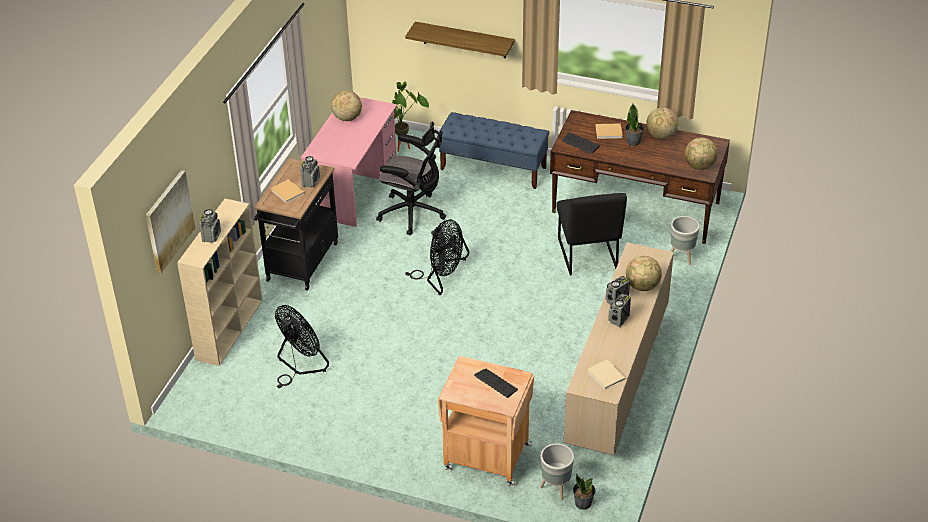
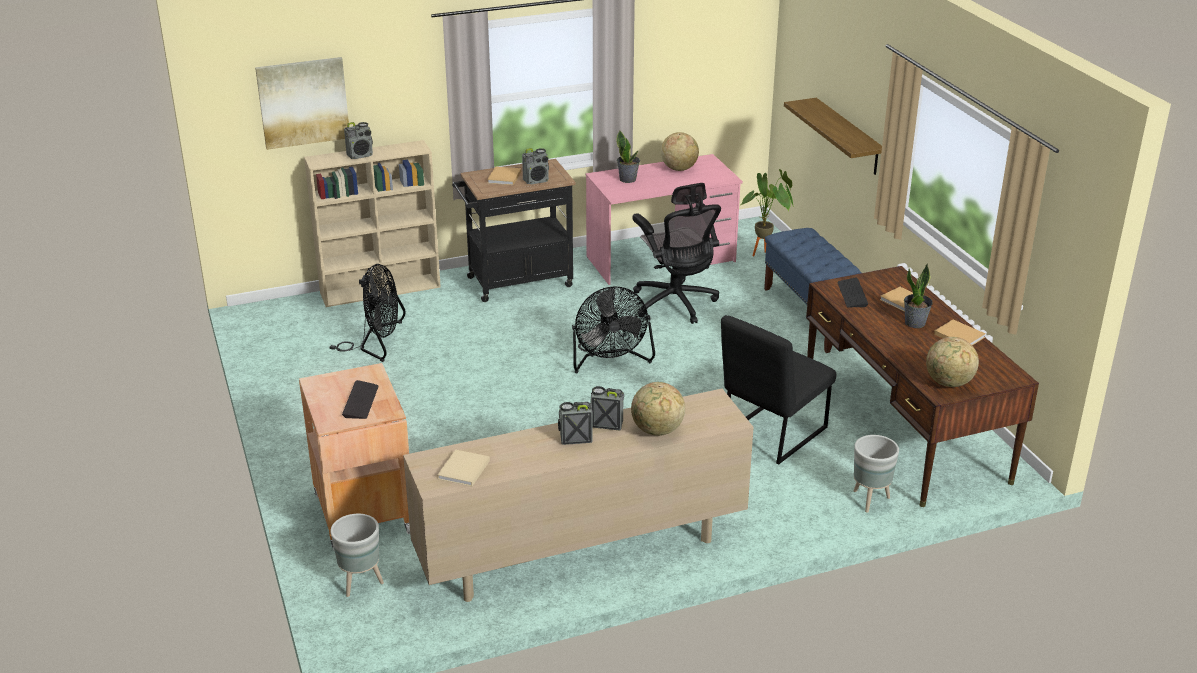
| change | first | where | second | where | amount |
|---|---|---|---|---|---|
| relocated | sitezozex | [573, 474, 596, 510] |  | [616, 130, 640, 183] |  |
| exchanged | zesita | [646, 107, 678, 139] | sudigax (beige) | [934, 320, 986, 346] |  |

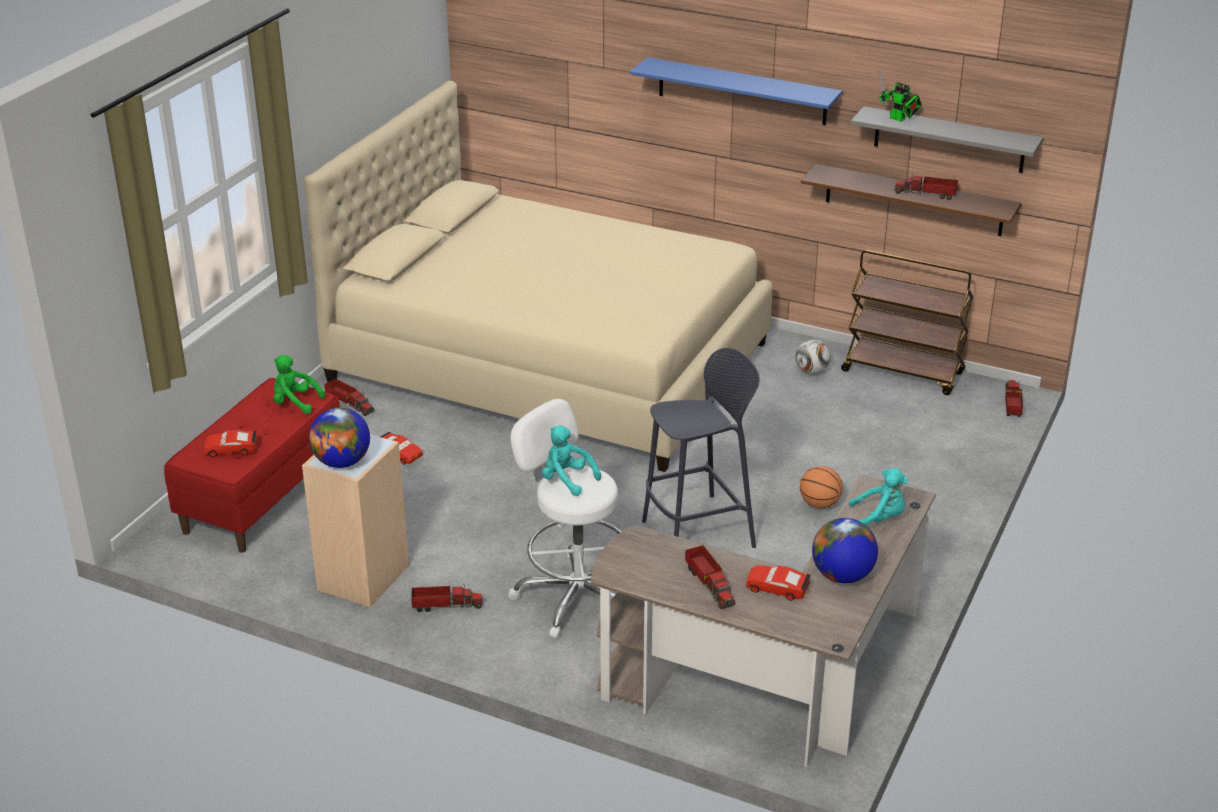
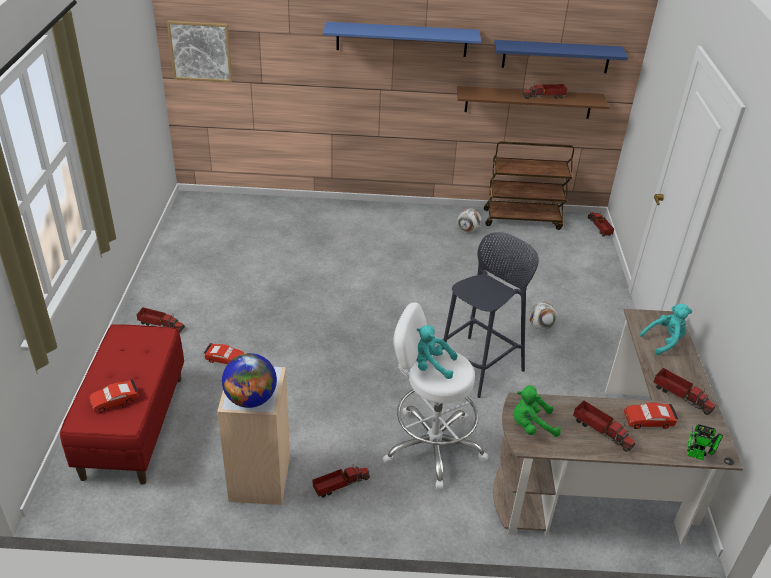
| change | first | where | second | where | amount |
|---|---|---|---|---|---|
| appeared |  |  | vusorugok | [167, 20, 232, 82] |  |
| colour | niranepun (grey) | [851, 106, 1043, 173] | niranepun (blue) | [494, 40, 628, 73] |  |
| relocated | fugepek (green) | [273, 355, 325, 414] |  | [513, 385, 561, 437] |  |
| exchanged | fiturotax | [800, 466, 843, 508] | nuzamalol | [529, 302, 557, 330] |  |
| exchanged | zesita | [812, 518, 878, 583] | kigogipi | [653, 368, 715, 415] |  |
| relocated | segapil | [879, 72, 922, 122] |  | [687, 424, 723, 460] |  |
| missing | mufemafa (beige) | [304, 81, 772, 472] |  |  |  |

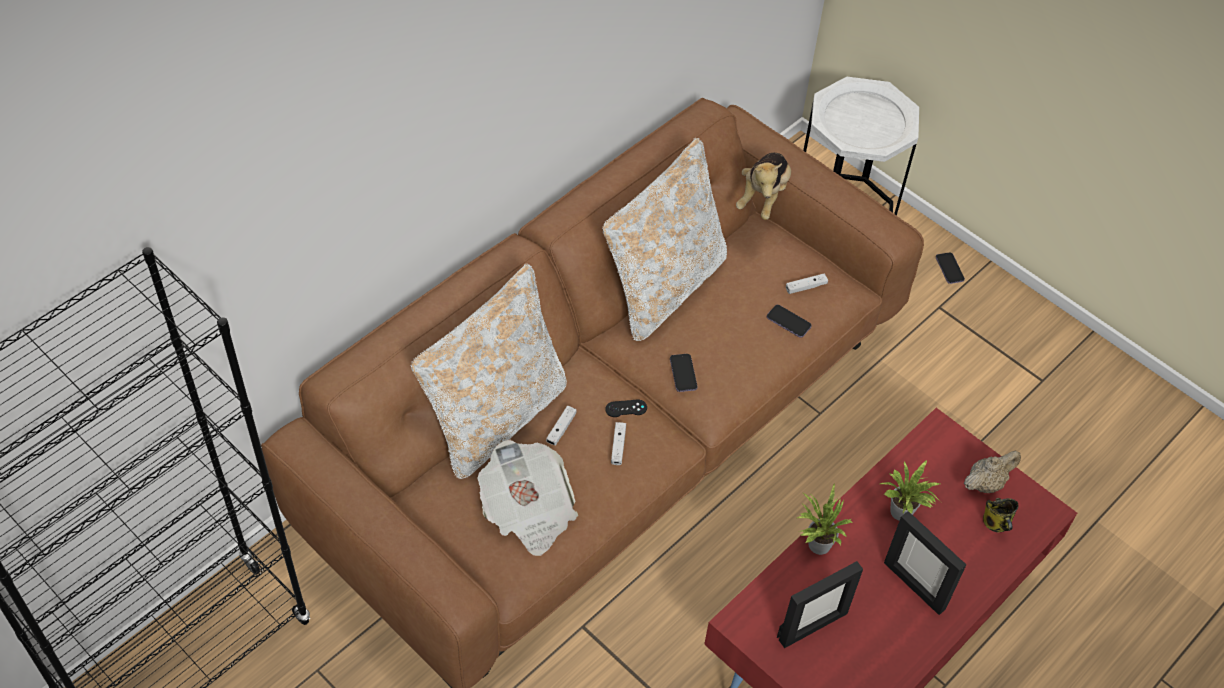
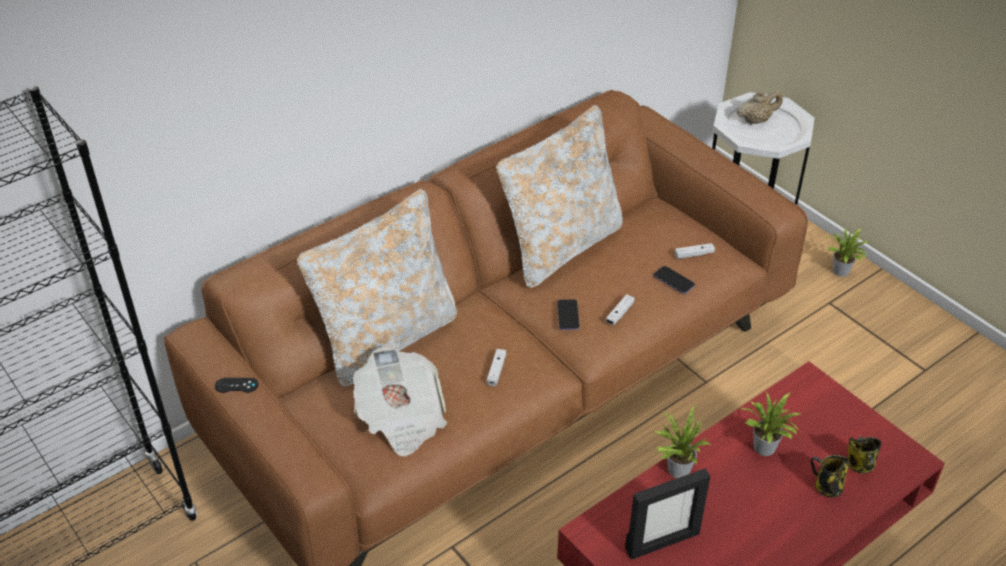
| change | first | where | second | where | amount |
|---|---|---|---|---|---|
| relocated | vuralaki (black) | [605, 400, 647, 417] |  | [215, 378, 259, 393] |  |
| relocated | vuralaki (white) | [546, 406, 577, 445] |  | [606, 294, 635, 325] |  |
| relocated | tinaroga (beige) | [964, 451, 1021, 493] |  | [736, 90, 782, 125] |  |
| appeared |  |  | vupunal | [810, 455, 849, 498] |  |
| exchanged | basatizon | [936, 252, 965, 284] | sitezozex | [825, 227, 870, 277] |  |
| missing | fugepek | [736, 153, 791, 220] |  |  |  |
| missing | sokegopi | [884, 511, 966, 615] |  |  |  |

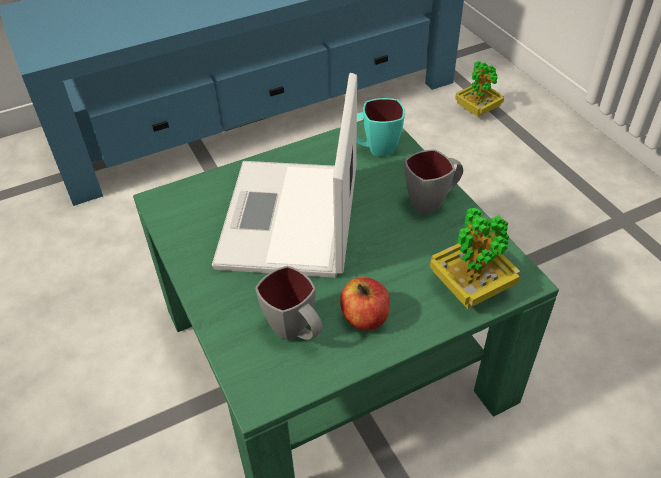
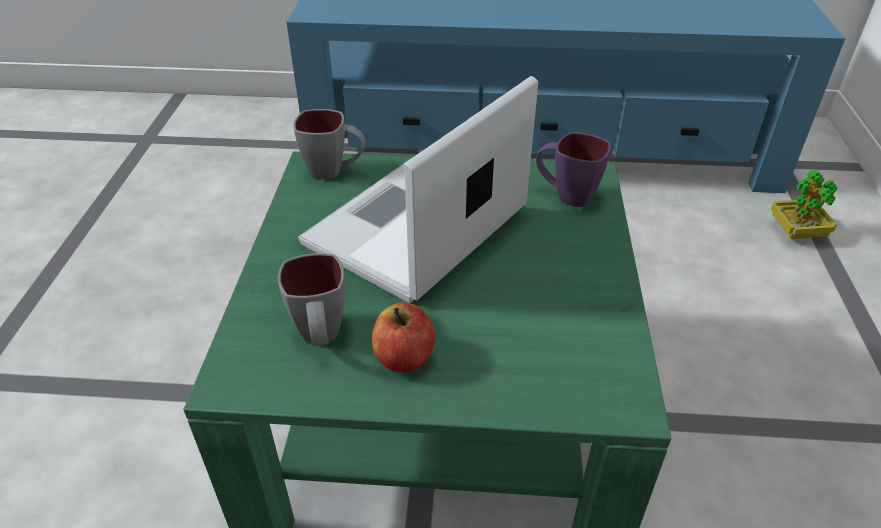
| change | first | where | second | where | amount |
|---|---|---|---|---|---|
| relocated | vupunal (grey) | [405, 149, 463, 214] |  | [293, 109, 365, 179] |  |
| colour | vupunal (turquoise) | [357, 98, 405, 156] | vupunal (purple) | [536, 132, 611, 207] |  |
| missing | sitezozex | [430, 208, 520, 309] |  |  |  |

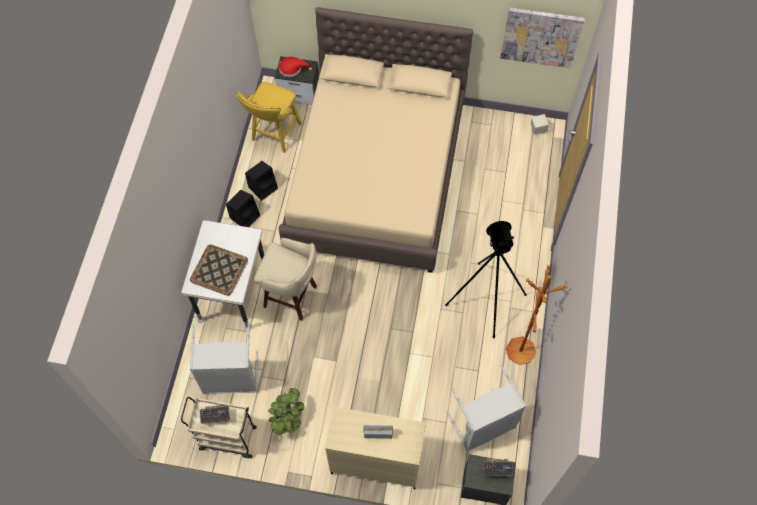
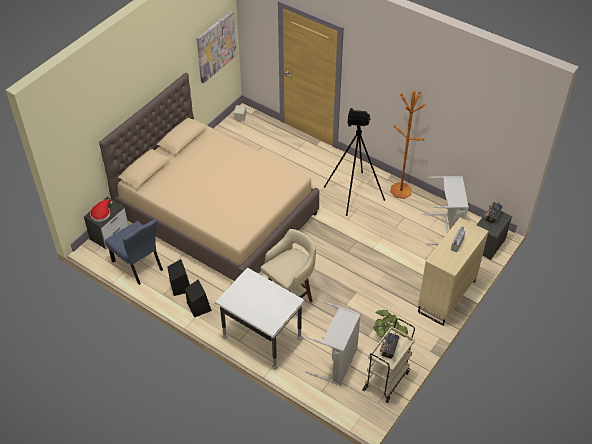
| change | first | where | second | where | amount |
|---|---|---|---|---|---|
| exchanged | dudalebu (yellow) | [236, 82, 302, 153] | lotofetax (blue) | [105, 218, 163, 285] |  |
| missing | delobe | [190, 244, 248, 296] |  |  |  |

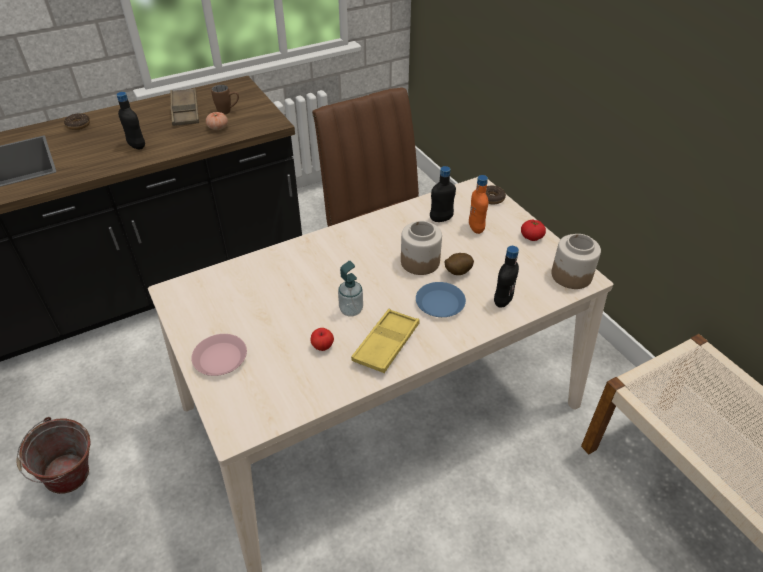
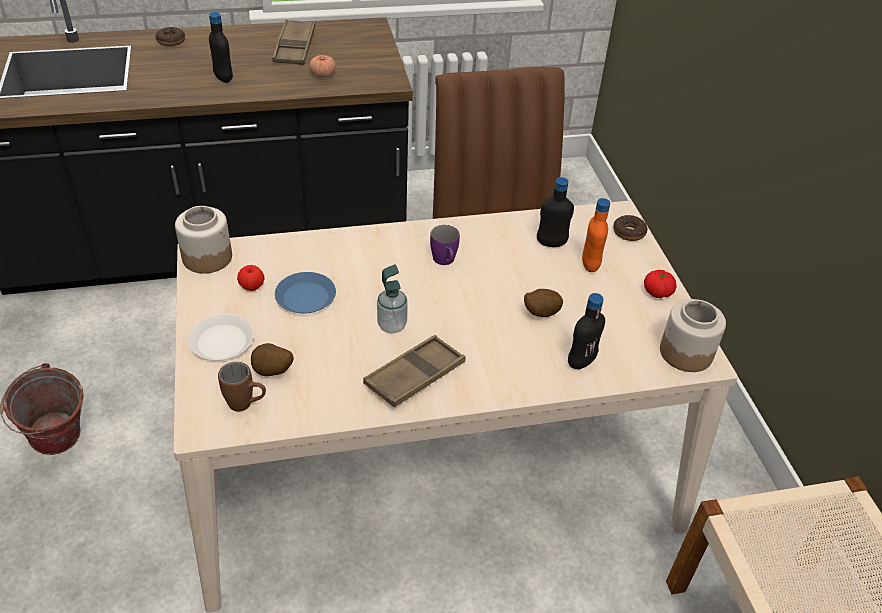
| change | first | where | second | where | amount |
|---|---|---|---|---|---|
| relocated | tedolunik | [401, 221, 442, 275] |  | [175, 206, 232, 274] |  |
| colour | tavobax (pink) | [191, 334, 247, 376] | tavobax (white) | [188, 314, 254, 360] |  |
| relocated | vupunal (brown) | [211, 85, 239, 114] |  | [218, 362, 266, 412] |  |
| relocated | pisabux | [311, 328, 334, 351] |  | [237, 265, 264, 291] |  |
| appeared |  |  | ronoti | [251, 343, 294, 376] |  |
| relocated | tavobax (blue) | [416, 282, 466, 317] |  | [275, 272, 336, 314] |  |
| colour | delobe (yellow) | [351, 309, 419, 373] | delobe (brown) | [363, 335, 465, 407] |  |
| appeared |  |  | vupunal (purple) | [430, 225, 460, 265] |  |

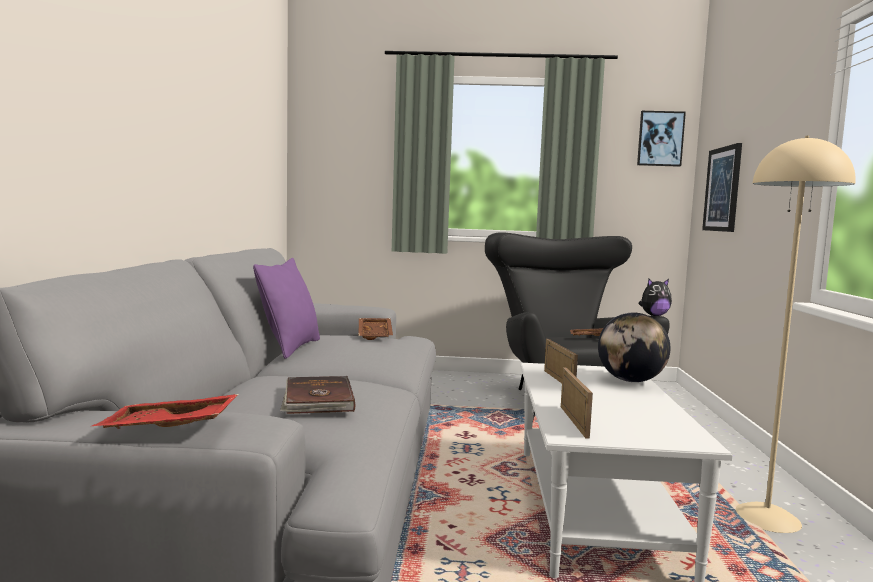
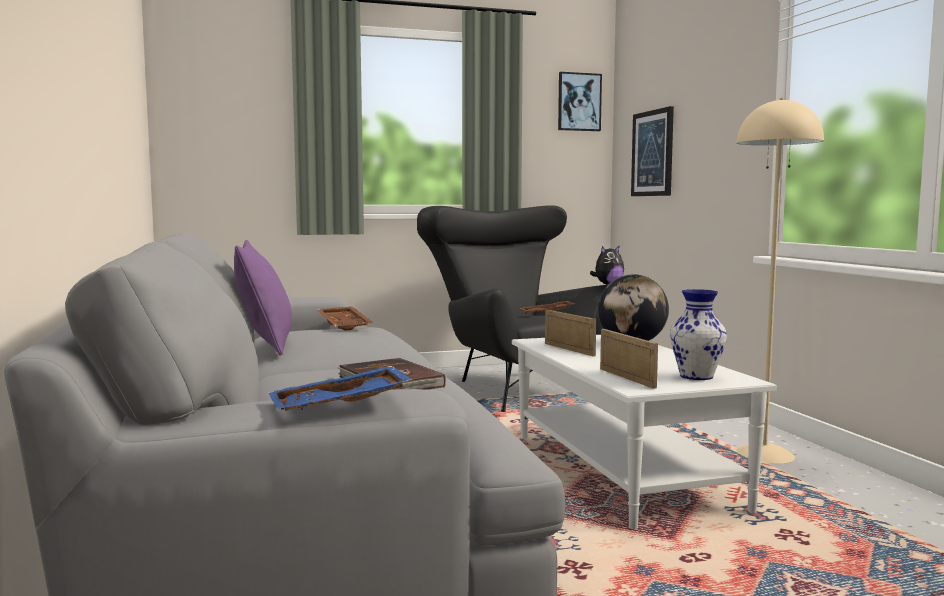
| change | first | where | second | where | amount |
|---|---|---|---|---|---|
| colour | delobe (red) | [92, 394, 239, 429] | delobe (blue) | [268, 366, 413, 411] |  |
| appeared |  |  | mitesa | [670, 289, 727, 380] |  |

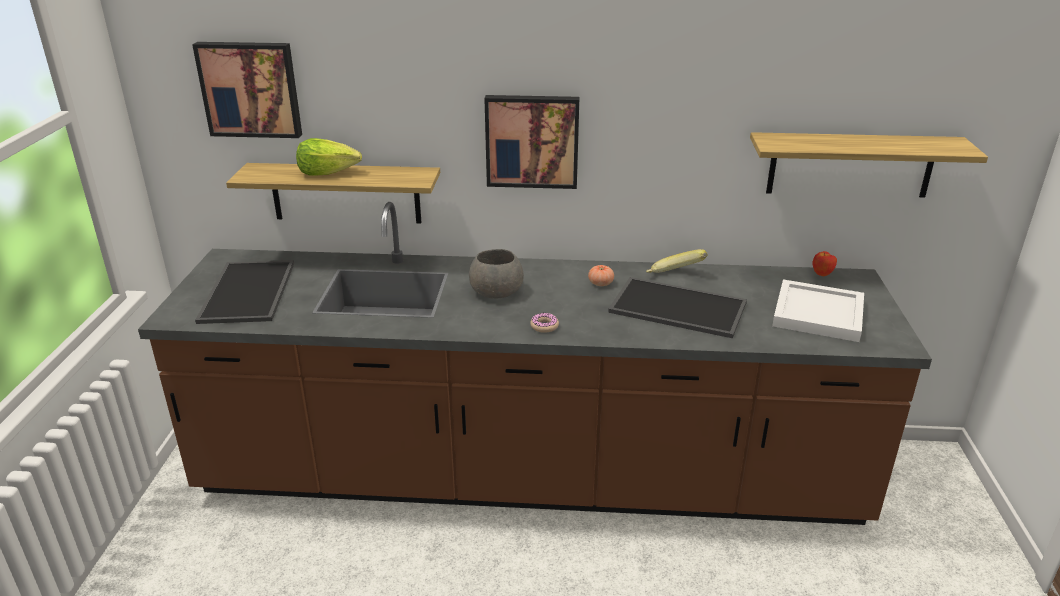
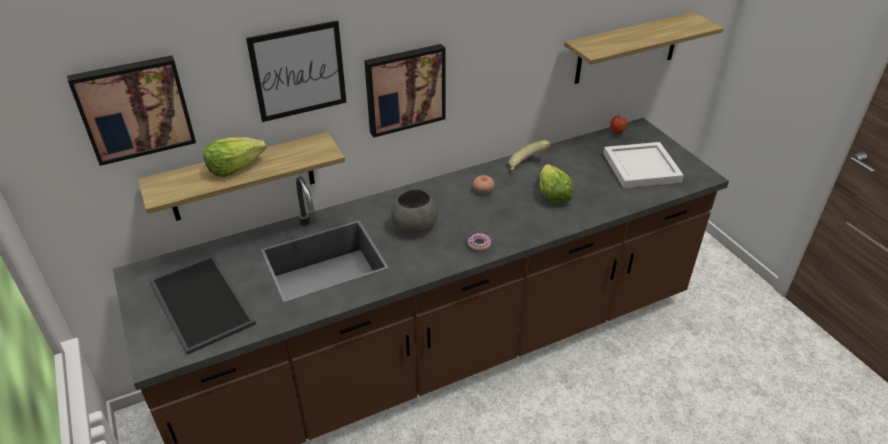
| change | first | where | second | where | amount |
|---|---|---|---|---|---|
| appeared |  |  | vusorugok | [246, 20, 346, 122] |  |
| exchanged | delobe | [608, 277, 747, 338] | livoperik | [540, 164, 573, 204] |  |

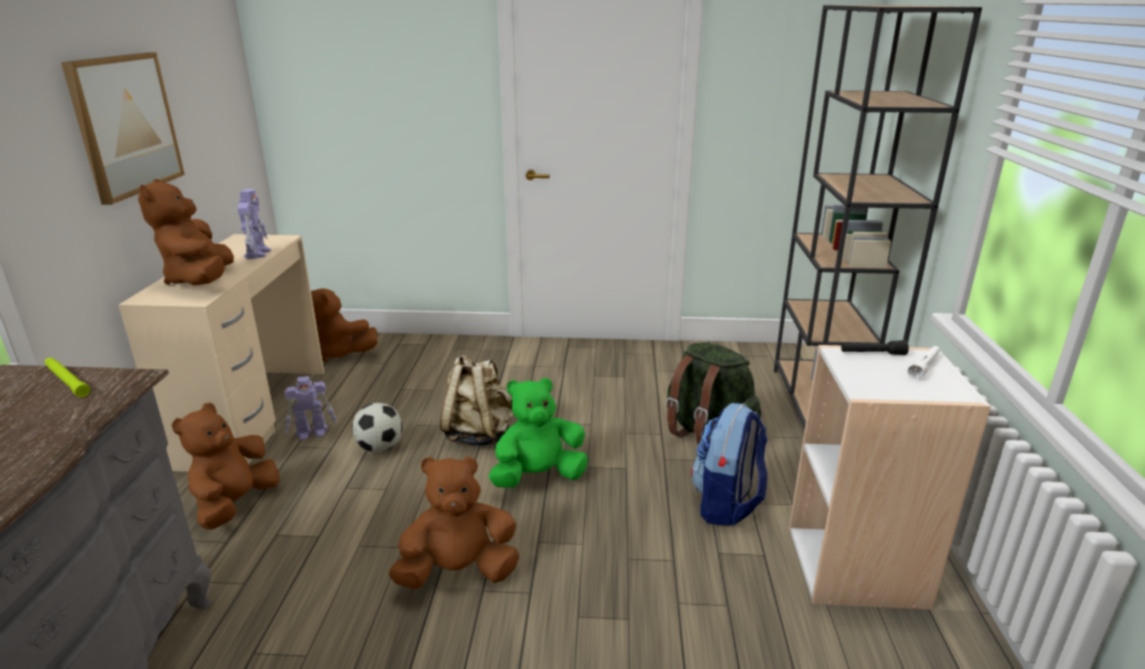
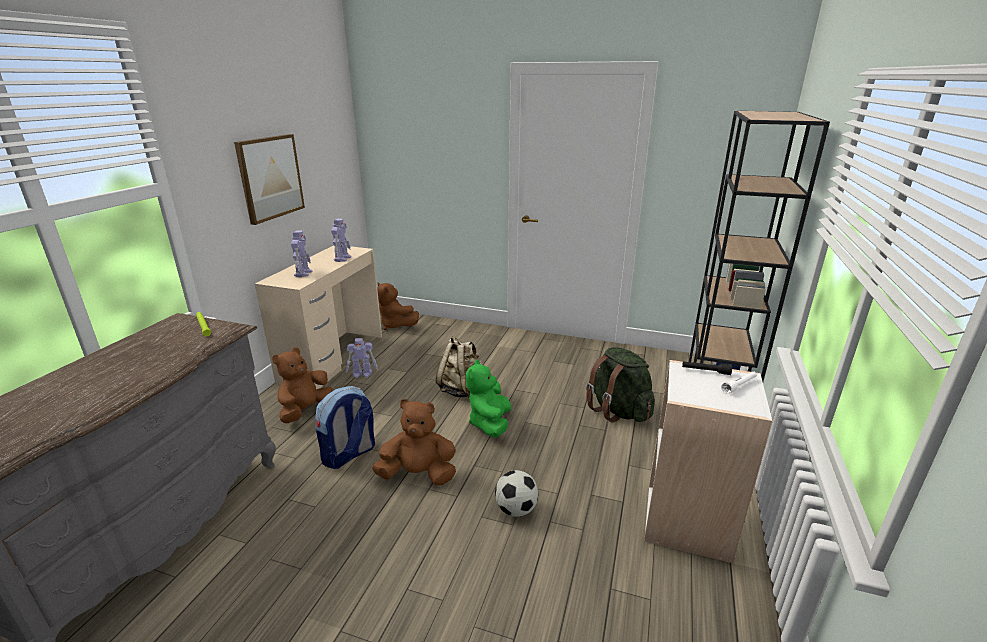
| change | first | where | second | where | amount |
|---|---|---|---|---|---|
| exchanged | fugepek (brown) | [138, 179, 234, 285] | segapil | [291, 230, 313, 277] |  |
| relocated | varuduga | [691, 403, 768, 526] |  | [315, 386, 375, 469] |  |
| spun | fugepek (green) | [488, 378, 588, 488] |  | [466, 359, 511, 437] | 75 degrees counterclockwise |
| relocated | nuzamalol | [352, 403, 402, 452] |  | [495, 470, 538, 517] |  |

